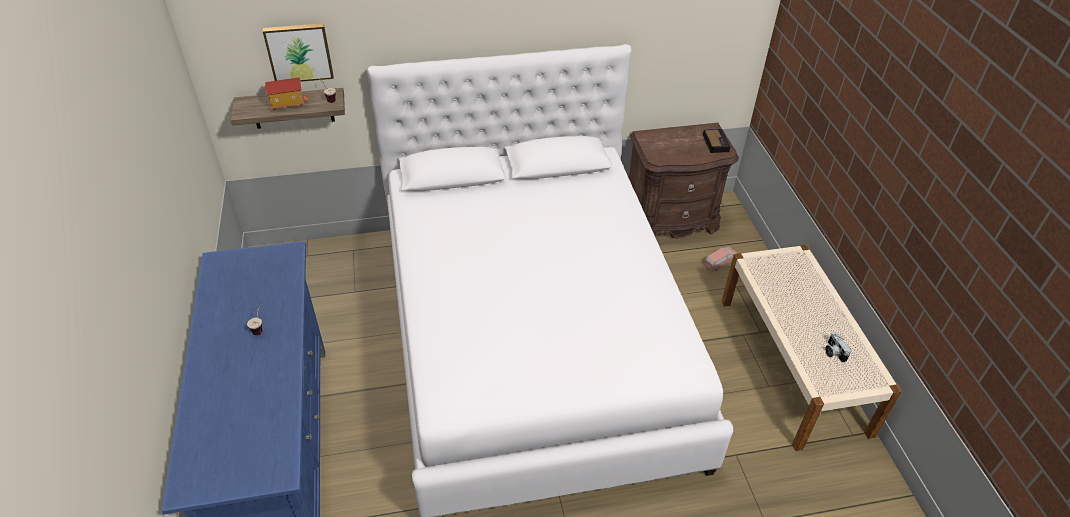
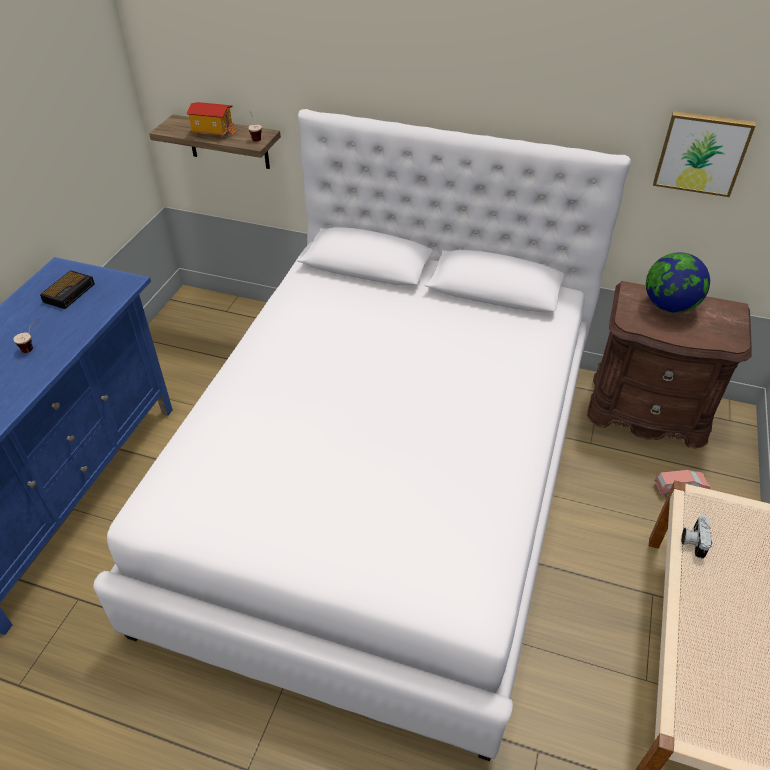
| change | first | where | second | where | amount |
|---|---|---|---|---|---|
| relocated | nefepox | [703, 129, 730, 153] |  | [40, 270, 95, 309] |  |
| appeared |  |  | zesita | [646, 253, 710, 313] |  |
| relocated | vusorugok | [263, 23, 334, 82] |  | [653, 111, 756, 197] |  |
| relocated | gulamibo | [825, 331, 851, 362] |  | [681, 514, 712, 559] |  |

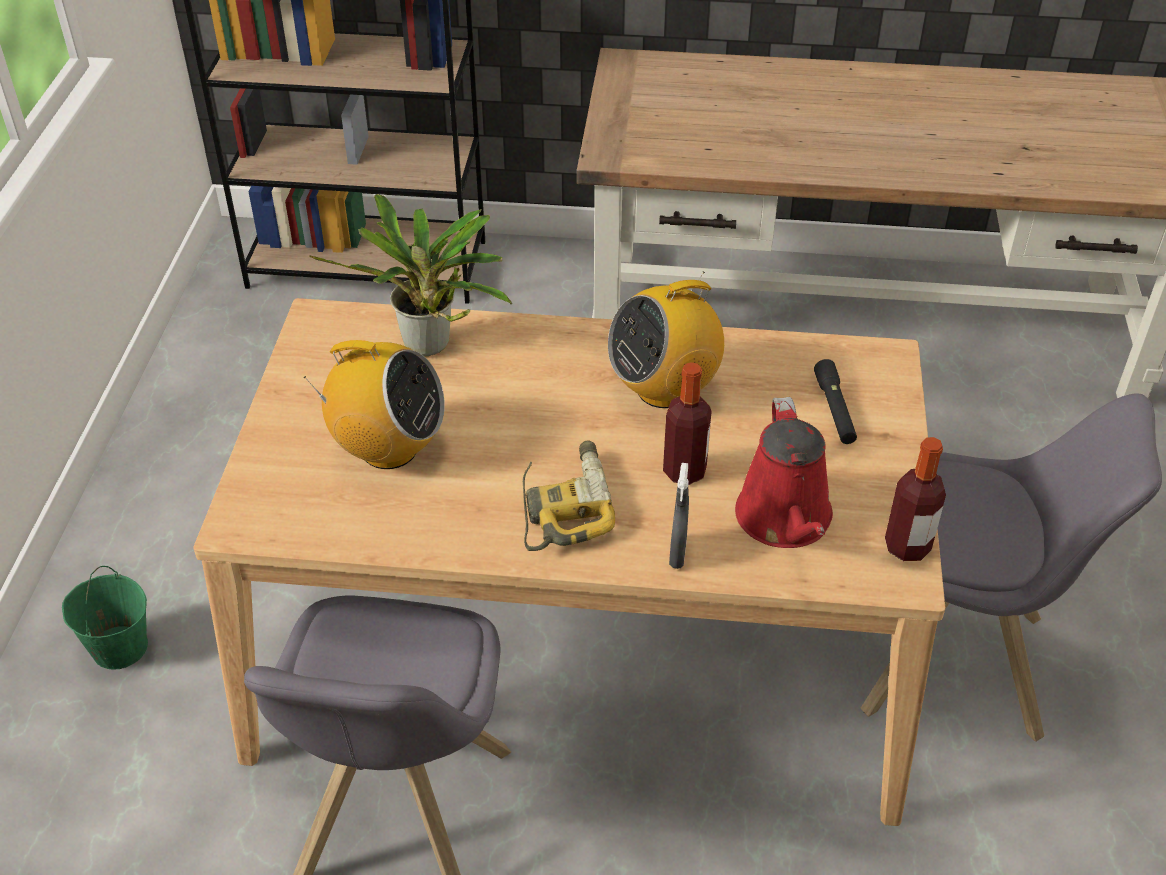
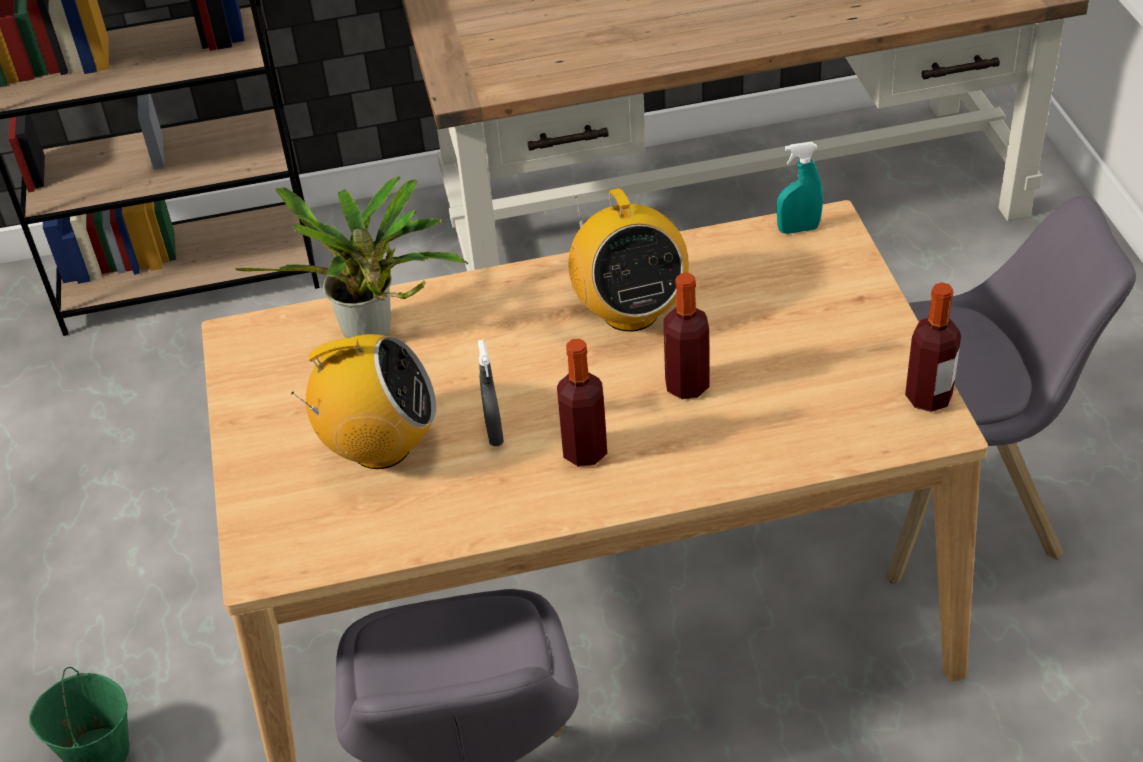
| change | first | where | second | where | amount |
|---|---|---|---|---|---|
| relocated | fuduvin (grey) | [669, 463, 689, 569] |  | [478, 340, 504, 446] |  |
| exchanged | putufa | [523, 440, 615, 551] | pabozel | [557, 339, 607, 467] |  |
| spun | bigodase | [608, 271, 724, 408] |  | [568, 188, 689, 332] | 60 degrees counterclockwise |
| appeared |  |  | fuduvin (turquoise) | [777, 142, 823, 234] |  |
| missing | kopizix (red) | [735, 397, 833, 548] |  |  |  |
| missing | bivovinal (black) | [814, 359, 857, 444] |  |  |  |

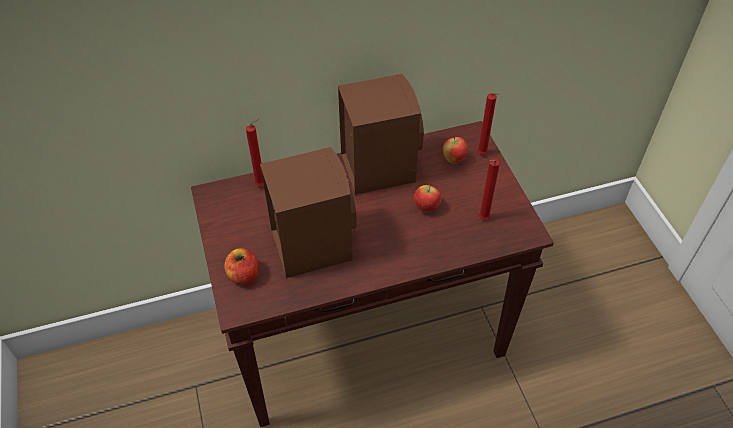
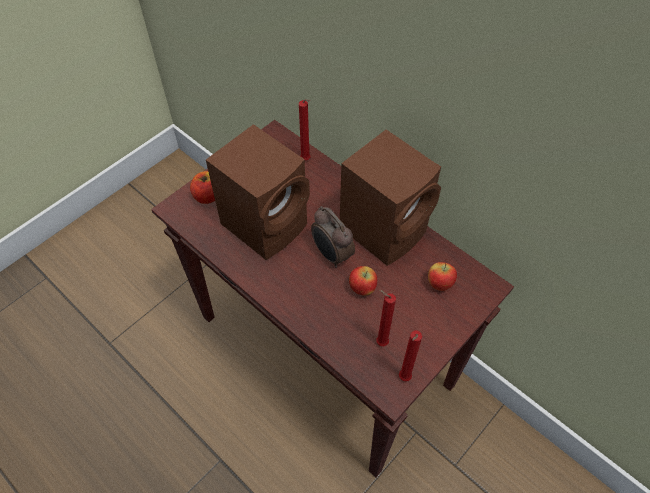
| change | first | where | second | where | amount |
|---|---|---|---|---|---|
| appeared |  |  | nefepox | [311, 206, 355, 268] |  |
| relocated | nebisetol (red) | [477, 93, 499, 155] |  | [399, 330, 422, 381] |  |

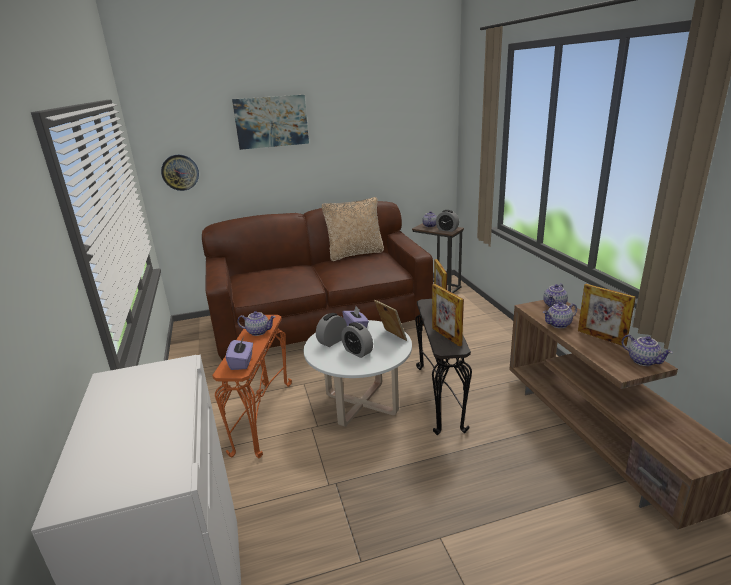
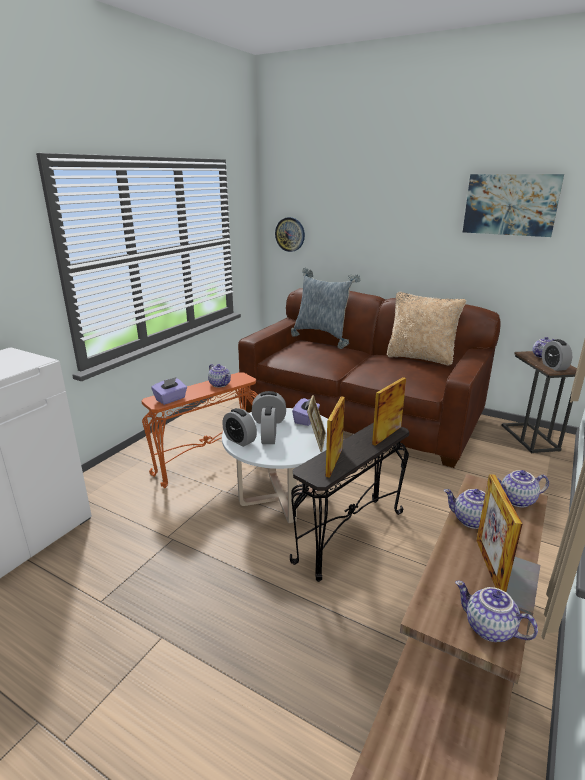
| change | first | where | second | where | amount |
|---|---|---|---|---|---|
| appeared |  |  | nefepox | [222, 408, 257, 447] |  |
| appeared |  |  | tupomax | [291, 268, 360, 349] |  |
| spun | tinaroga | [622, 334, 673, 366] |  | [455, 581, 538, 642] | 120 degrees clockwise |
| relocated | vusorugok | [232, 95, 309, 150] |  | [463, 174, 564, 237] |  |

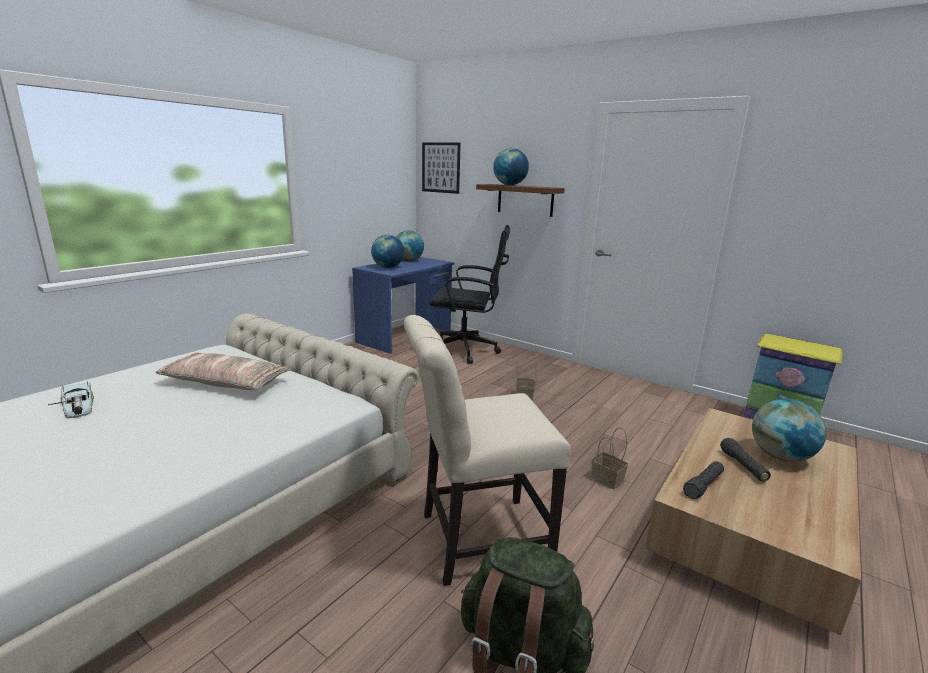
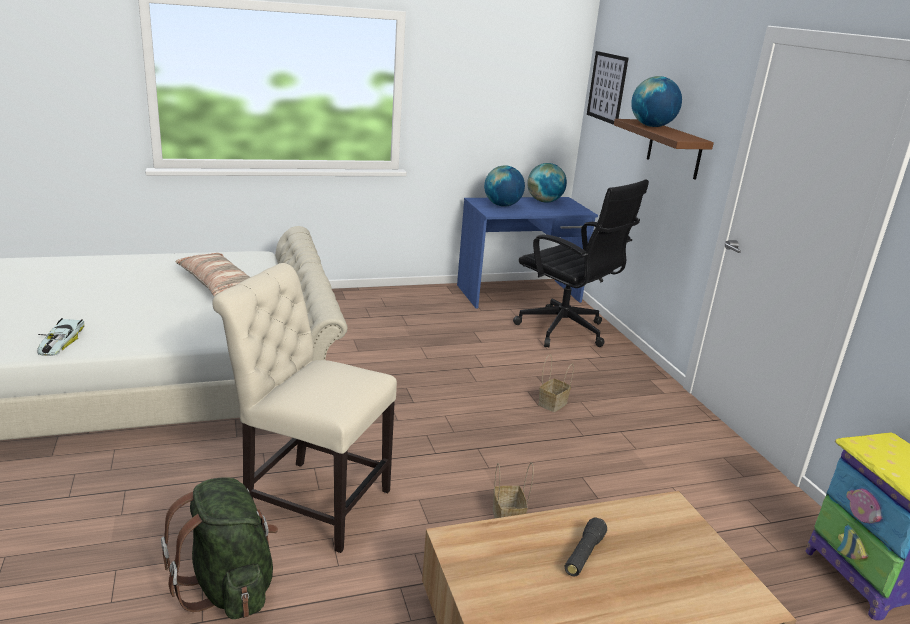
| change | first | where | second | where | amount |
|---|---|---|---|---|---|
| relocated | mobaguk | [48, 381, 94, 418] |  | [37, 318, 84, 356] |  |
| missing | bivovinal (black) | [683, 461, 724, 499] |  |  |  |
| missing | zesita | [752, 398, 826, 462] |  |  |  |

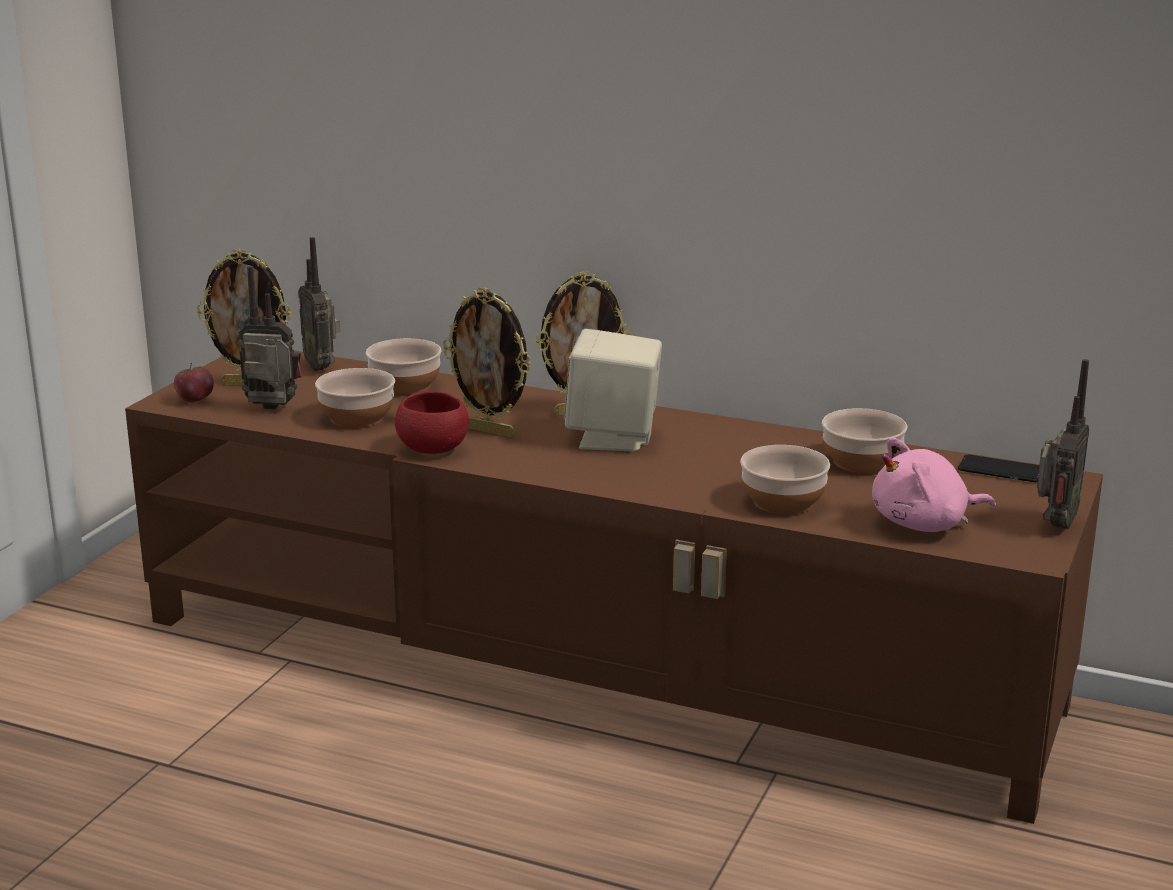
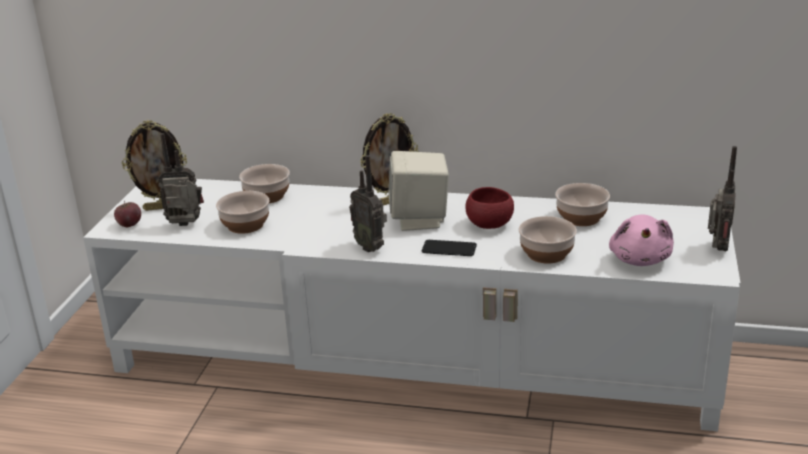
| change | first | where | second | where | amount |
|---|---|---|---|---|---|
| colour | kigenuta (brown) | [125, 351, 1103, 824] | kigenuta (white) | [83, 179, 741, 431] |  |
| relocated | bigodase | [298, 237, 340, 371] |  | [349, 155, 387, 252] |  |
| relocated | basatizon | [958, 454, 1039, 482] |  | [422, 240, 477, 256] |  |
| relocated | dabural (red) | [395, 391, 469, 454] |  | [465, 187, 514, 229] |  |
| spun | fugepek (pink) | [872, 437, 996, 532] |  | [609, 214, 674, 266] | 60 degrees counterclockwise |
| missing | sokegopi | [443, 287, 531, 437] |  |  |  |

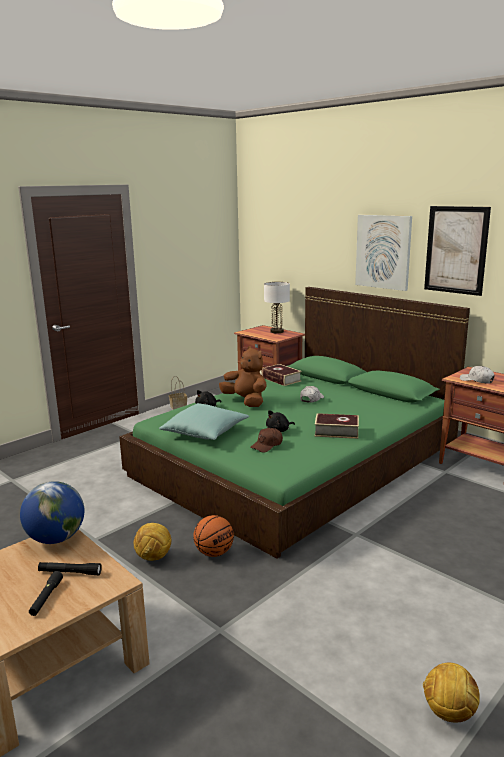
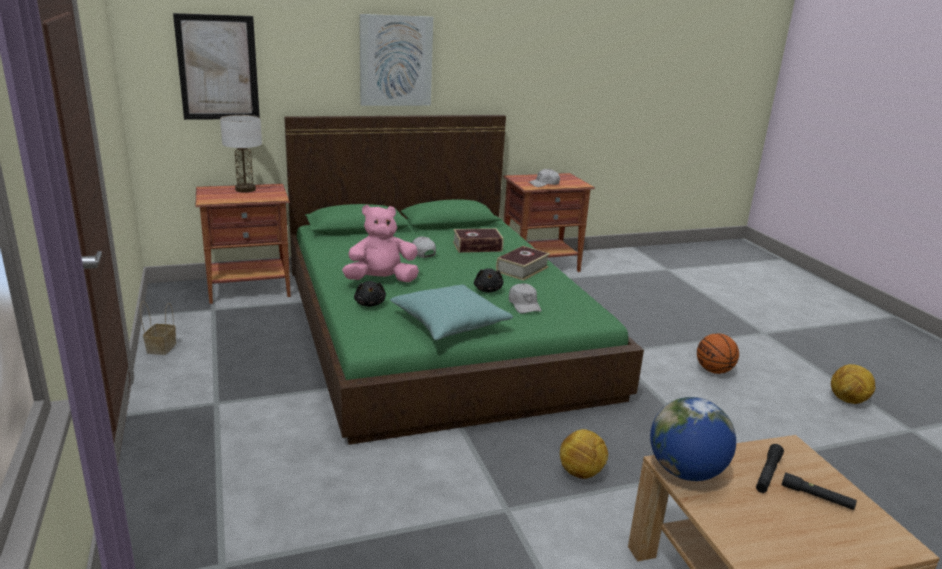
| change | first | where | second | where | amount |
|---|---|---|---|---|---|
| relocated | vusorugok | [424, 206, 491, 296] |  | [173, 13, 260, 120] |  |
| colour | fugepek (brown) | [219, 346, 267, 407] | fugepek (pink) | [342, 205, 419, 282] |  |
| relocated | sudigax | [262, 364, 302, 386] |  | [453, 228, 504, 253] |  |
| colour | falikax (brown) | [250, 428, 283, 453] | falikax (white) | [509, 283, 542, 314] |  |
| relocated | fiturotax | [193, 515, 234, 557] |  | [697, 333, 739, 374] |  |

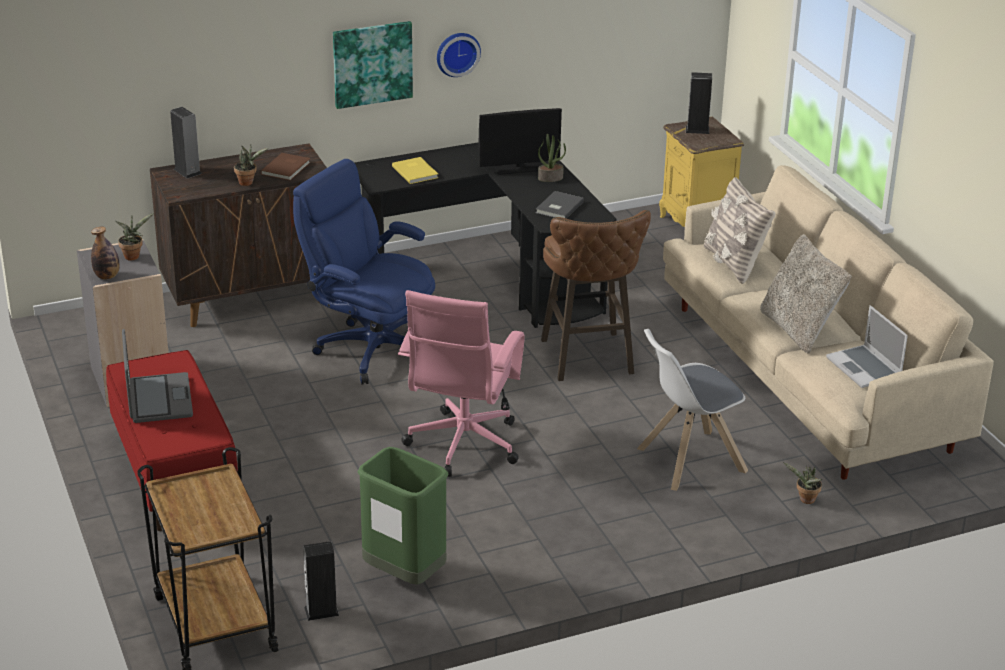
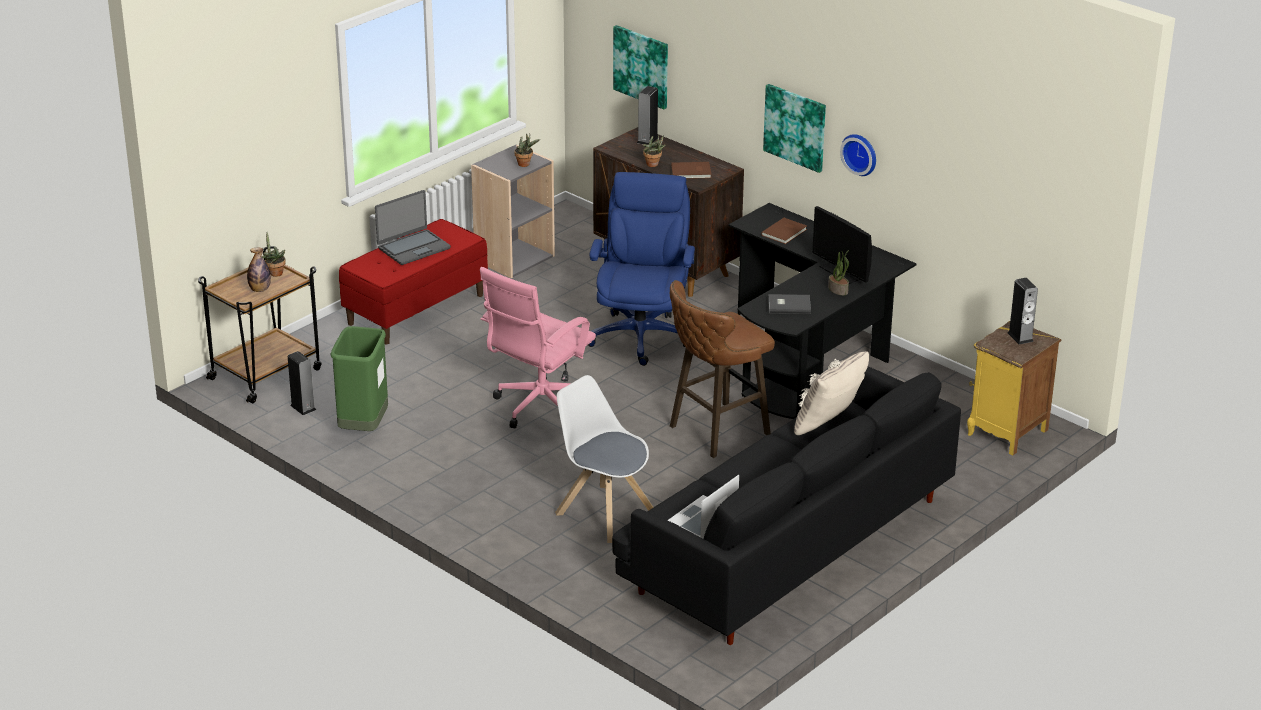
| change | first | where | second | where | amount |
|---|---|---|---|---|---|
| relocated | pabozel | [91, 226, 119, 280] |  | [247, 248, 271, 292] |  |
| relocated | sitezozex | [783, 462, 822, 504] |  | [261, 232, 286, 277] |  |
| spun | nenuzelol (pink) | [398, 290, 525, 477] |  | [480, 267, 596, 428] | 45 degrees counterclockwise |
| colour | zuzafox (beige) | [663, 165, 994, 480] | zuzafox (black) | [612, 367, 961, 645] |  |
| appeared |  |  | vusorugok | [613, 25, 668, 109] |  |
| colour | sudigax (yellow) | [392, 157, 438, 184] | sudigax (brown) | [761, 218, 807, 244] |  |
| missing | tupomax (beige) | [760, 234, 852, 353] |  |  |  |

